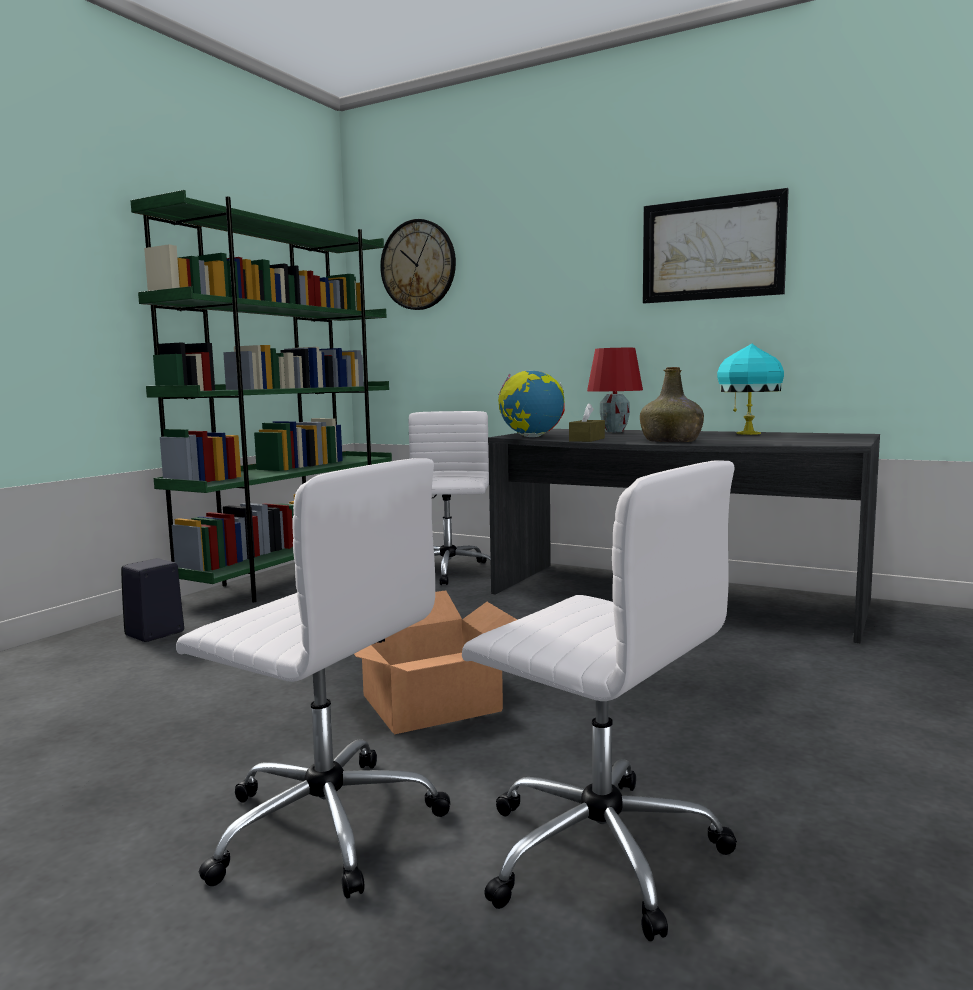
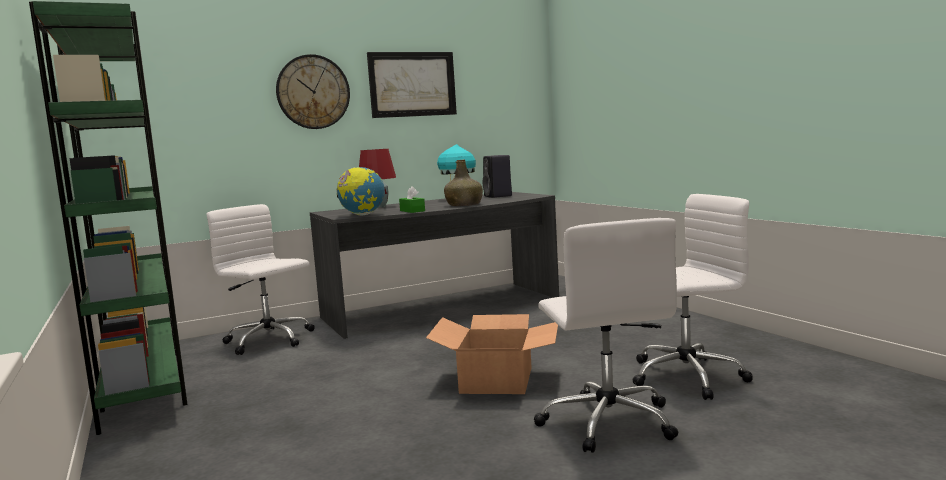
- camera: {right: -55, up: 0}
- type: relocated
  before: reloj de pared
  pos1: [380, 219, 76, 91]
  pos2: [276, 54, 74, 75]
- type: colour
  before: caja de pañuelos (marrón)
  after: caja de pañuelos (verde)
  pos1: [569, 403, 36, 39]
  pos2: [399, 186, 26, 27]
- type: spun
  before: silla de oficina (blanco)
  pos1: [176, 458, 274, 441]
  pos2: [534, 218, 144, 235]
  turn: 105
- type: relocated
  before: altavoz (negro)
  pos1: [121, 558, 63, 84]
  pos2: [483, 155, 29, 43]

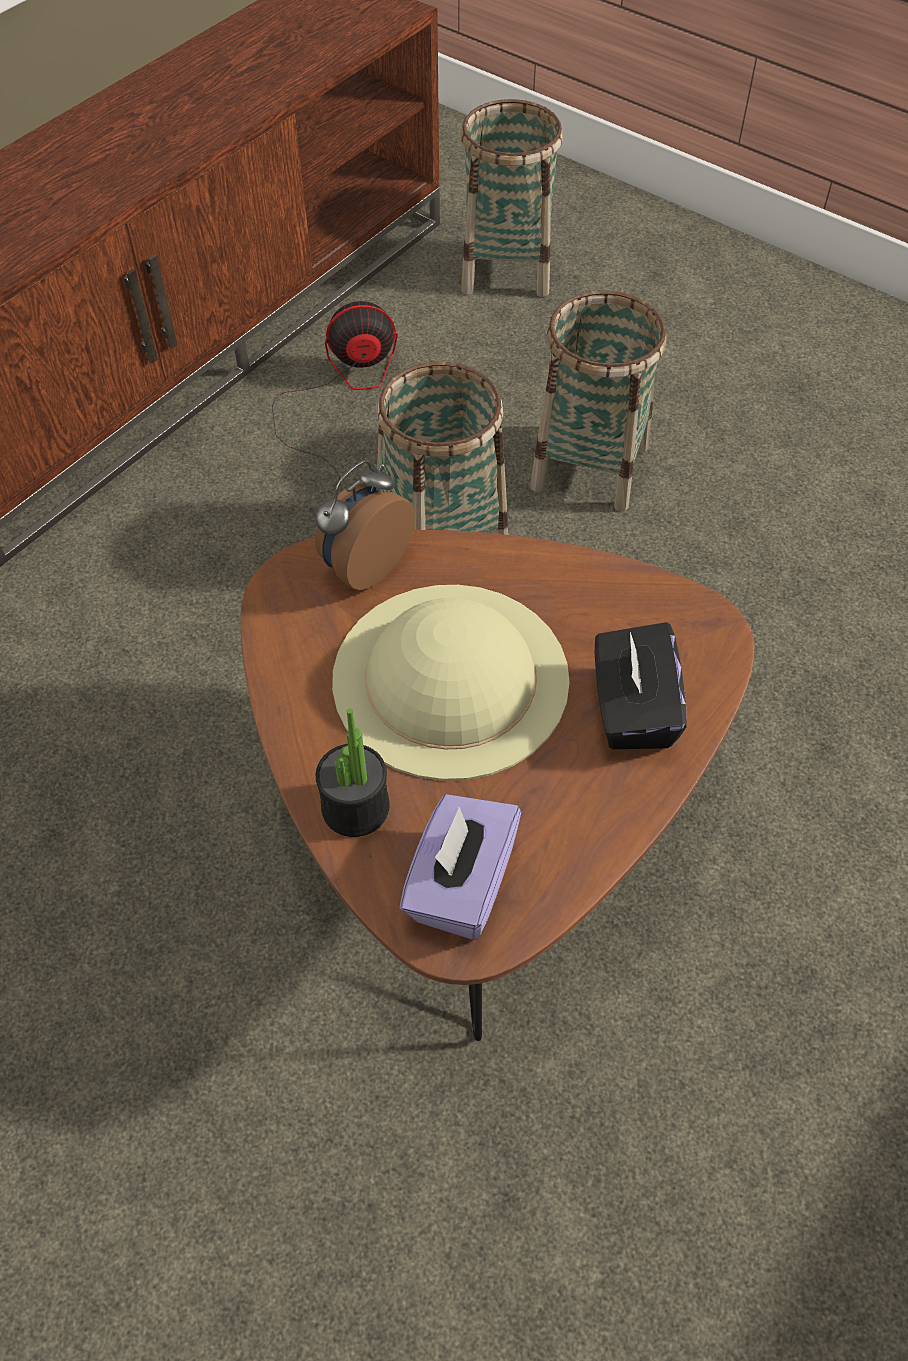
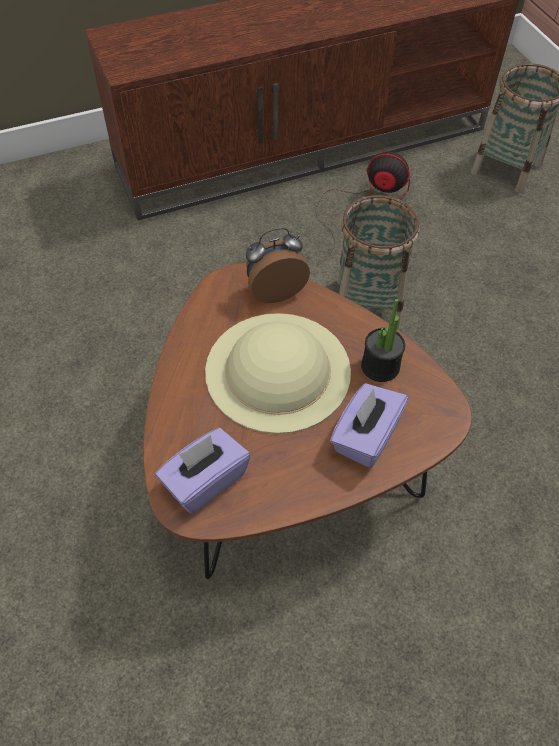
- camera: {right: 30, up: 0}
- type: missing
  before: cesta
  pos1: [530, 290, 137, 222]
- type: colour
  before: caja de pañuelos (negro)
  after: caja de pañuelos (morado)
  pos1: [595, 622, 92, 127]
  pos2: [330, 383, 78, 85]
- type: relocated
  before: planta en maceta
  pos1: [316, 708, 74, 129]
  pos2: [361, 299, 44, 83]

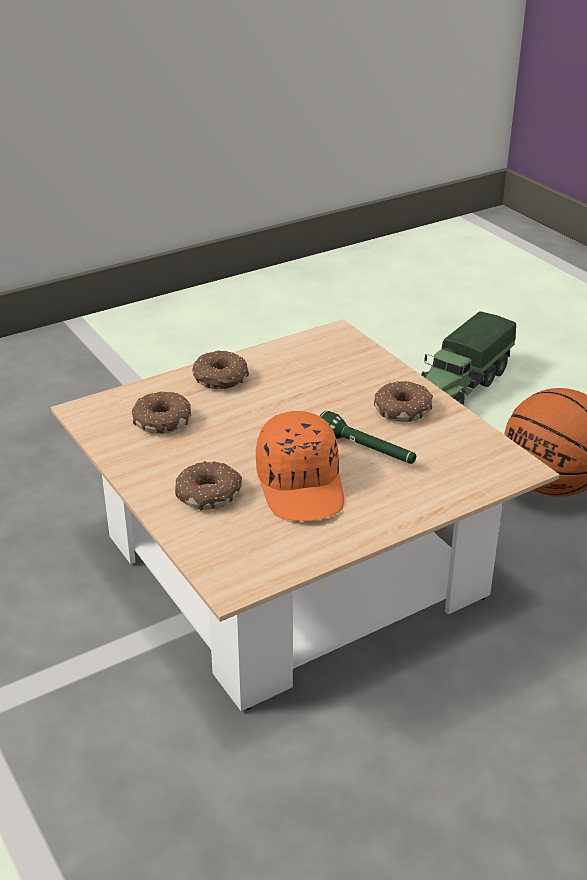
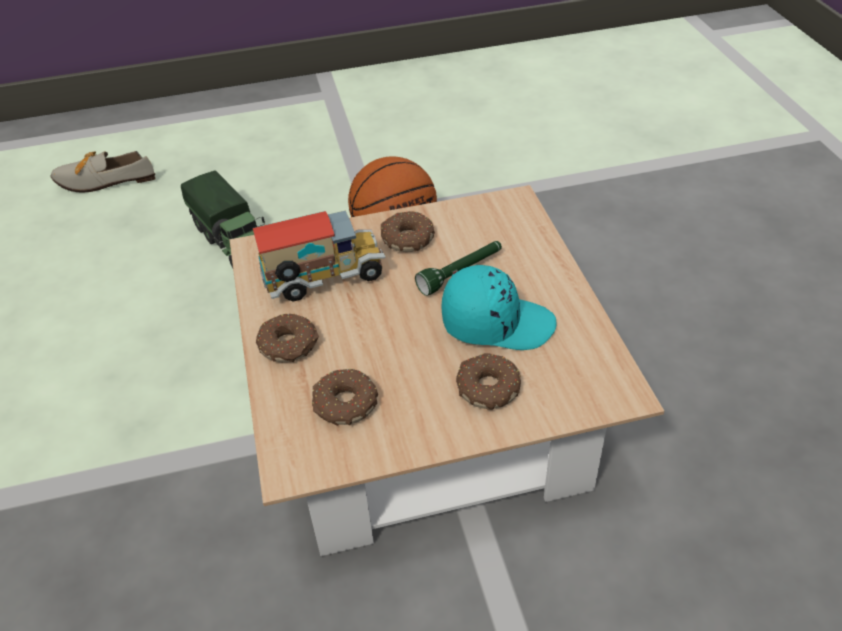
- camera: {right: -70, up: 10}
- type: colour
  before: gorra (naranja)
  after: gorra (turquesa)
  pos1: [256, 411, 88, 110]
  pos2: [441, 265, 116, 85]
- type: appeared
  after: zapato
  pos2: [50, 151, 106, 42]
- type: appeared
  after: camión de juguete
  pos2: [253, 210, 133, 91]

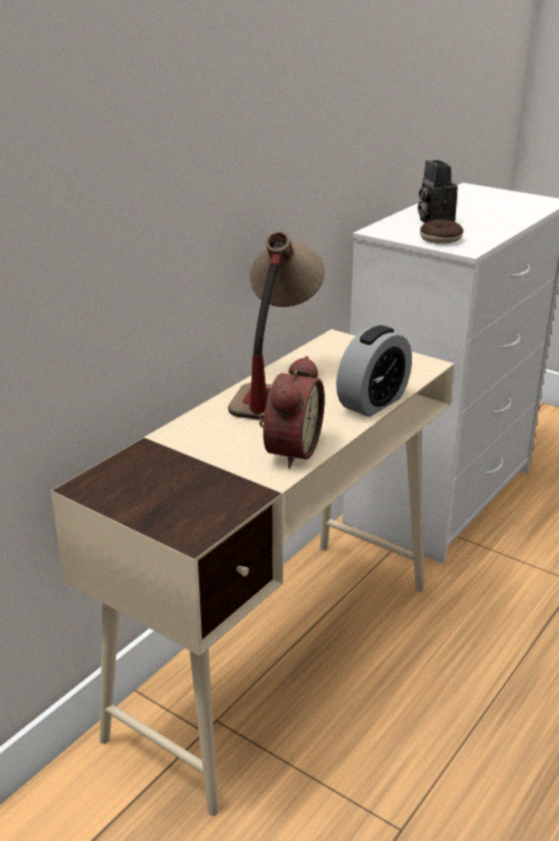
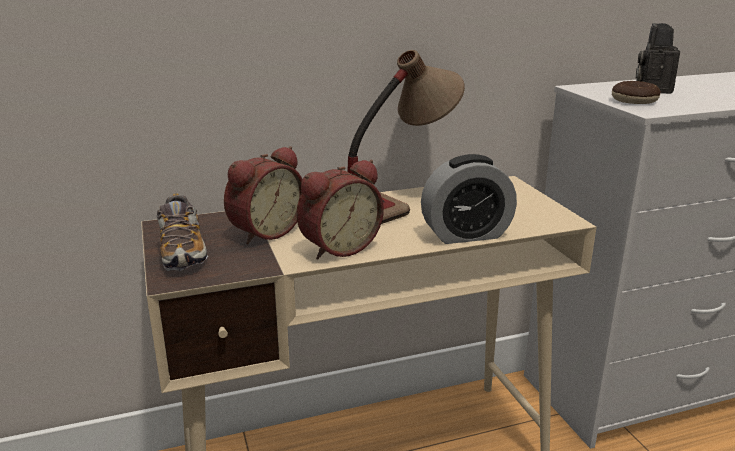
- camera: {right: 35, up: -5}
- type: appeared
  after: despertador
  pos2: [224, 146, 78, 98]
- type: appeared
  after: zapato
  pos2: [157, 194, 51, 77]

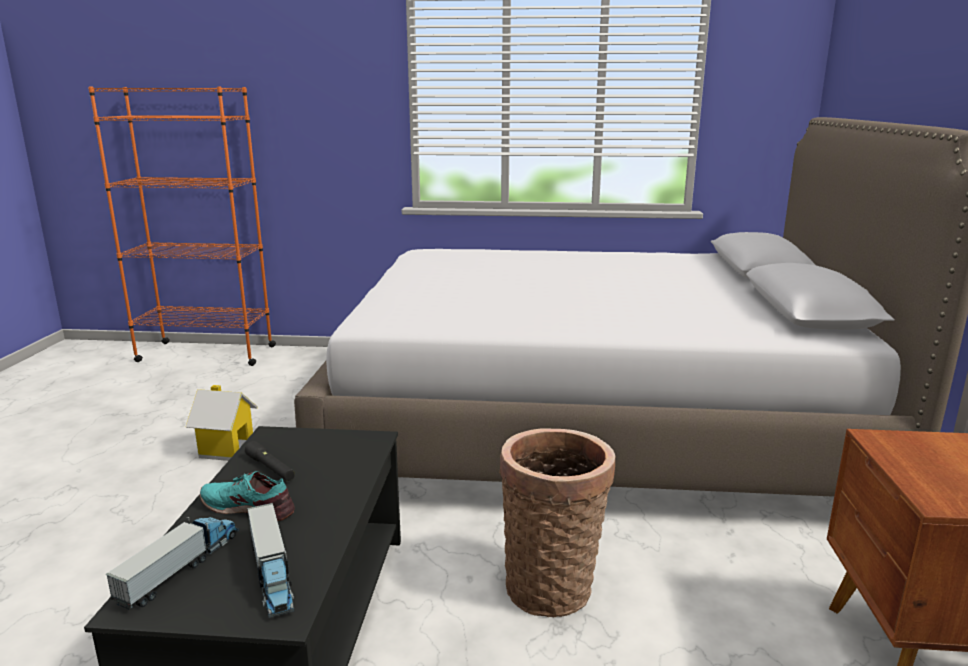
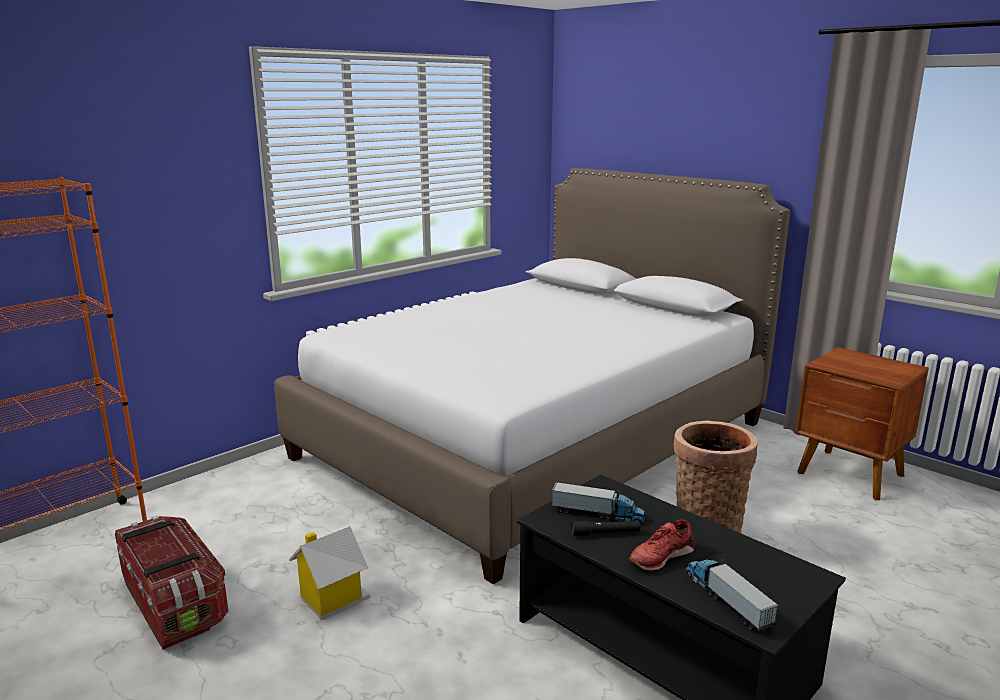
- camera: {right: -50, up: 0}
- type: colour
  before: zapato (turquesa)
  after: zapato (rojo)
  pos1: [200, 471, 95, 50]
  pos2: [629, 519, 66, 52]
- type: relocated
  before: camión de juguete
  pos1: [247, 503, 48, 115]
  pos2: [552, 482, 94, 41]
- type: appeared
  after: caja de almacenaje
  pos2: [115, 516, 114, 134]

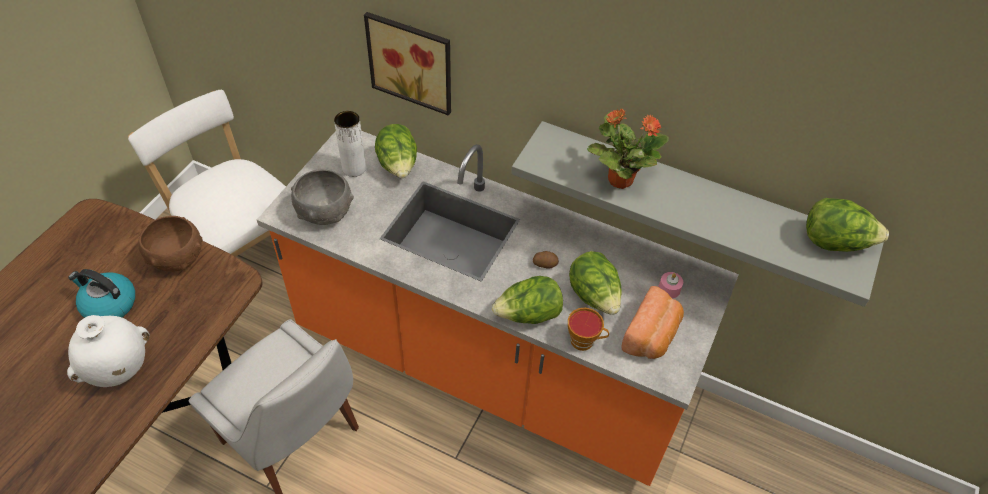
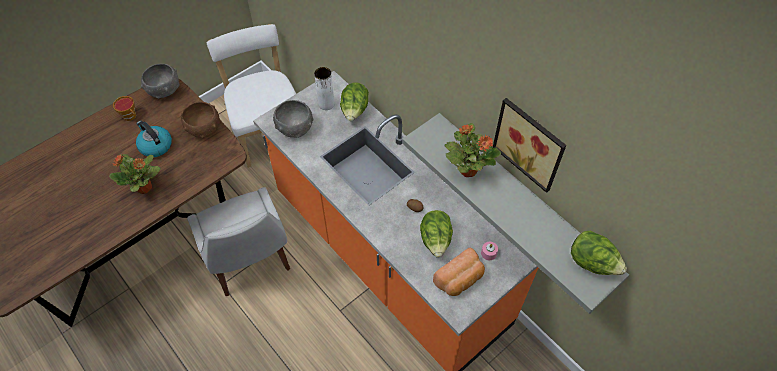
- camera: {right: 25, up: 5}
- type: relocated
  before: cuadro
  pos1: [364, 12, 87, 104]
  pos2: [493, 98, 73, 95]
- type: missing
  before: lechuga
  pos1: [492, 276, 71, 48]
- type: relocated
  before: taza
  pos1: [568, 308, 41, 43]
  pos2: [113, 96, 23, 25]
- type: exchanged
  before: florero (blanco)
  after: planta en maceta
  pos1: [67, 315, 83, 72]
  pos2: [109, 154, 52, 40]
- type: appeared
  after: cuenco (gris)
  pos2: [141, 64, 39, 35]

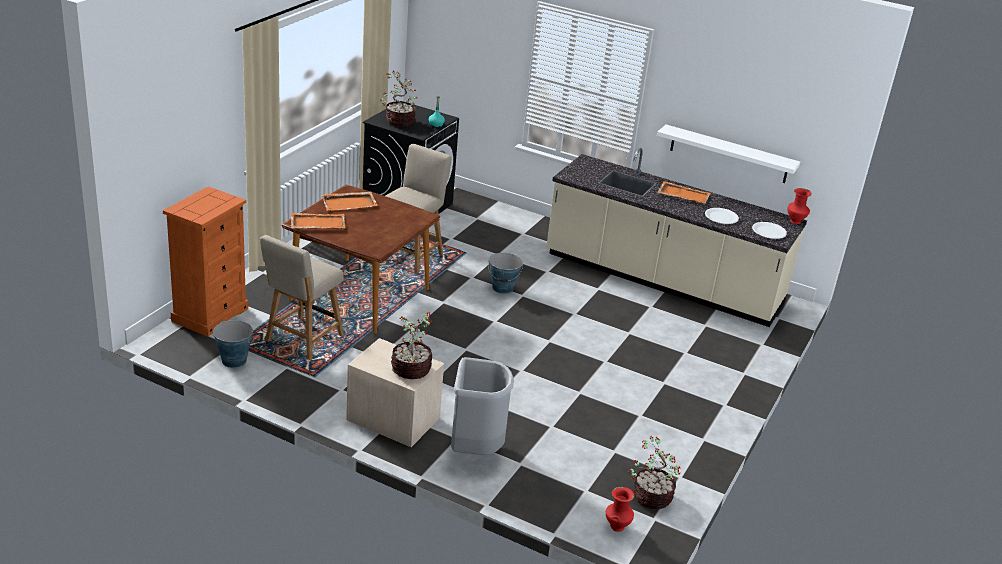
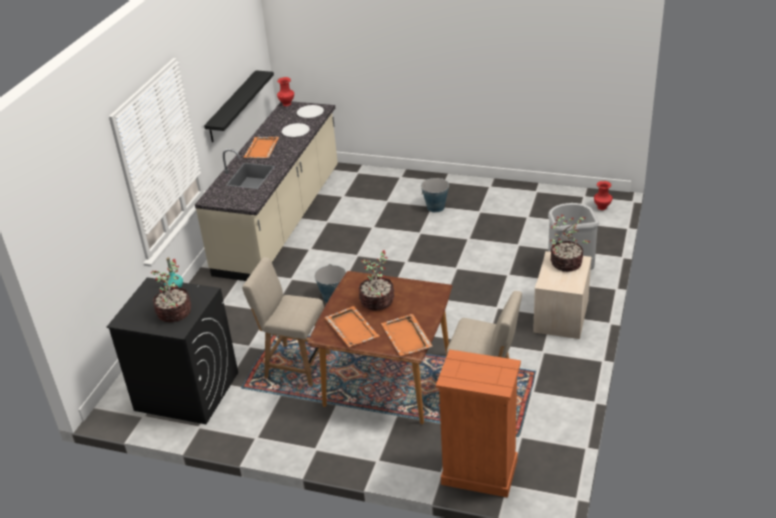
- camera: {right: -95, up: 5}
- type: colour
  before: estante (blanco)
  after: estante (negro)
  pos1: [657, 124, 143, 59]
  pos2: [204, 70, 70, 72]
- type: relocated
  before: cubo
  pos1: [213, 320, 40, 48]
  pos2: [421, 178, 28, 35]
- type: relocated
  before: planta en maceta
  pos1: [628, 436, 53, 73]
  pos2: [359, 250, 35, 61]

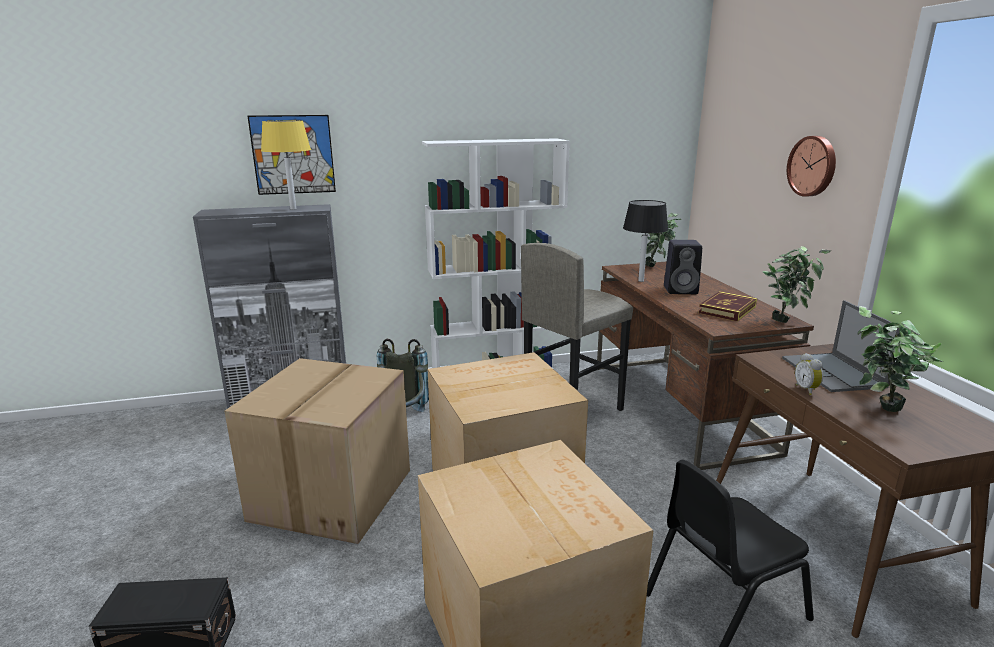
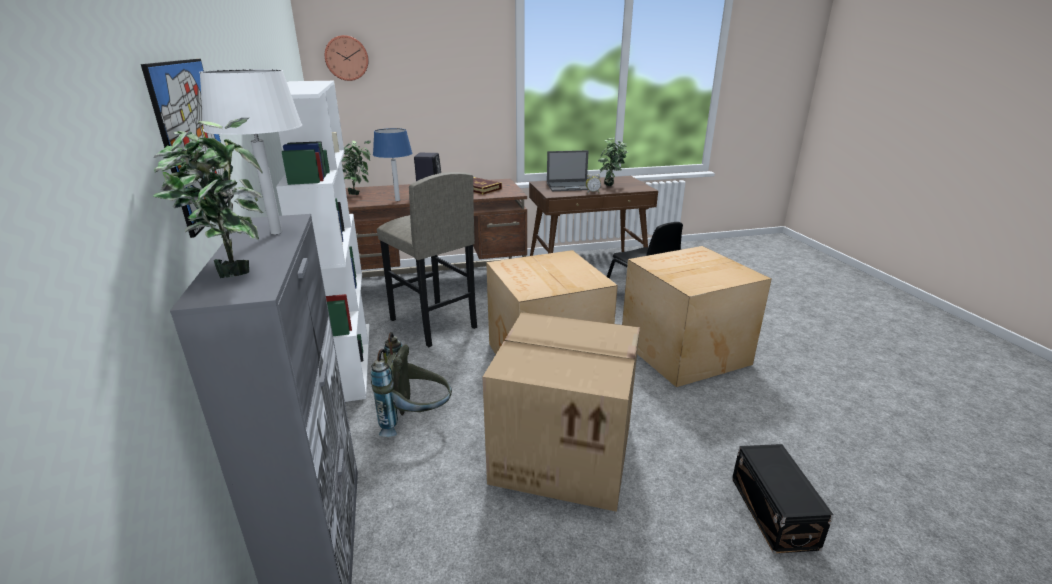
- camera: {right: -90, up: 5}
- type: colour
  before: lámpara de mesa (amarillo)
  after: lámpara de mesa (blanco)
  pos1: [261, 120, 50, 90]
  pos2: [199, 69, 103, 166]
- type: relocated
  before: reloj de pared
  pos1: [787, 136, 49, 61]
  pos2: [325, 35, 44, 46]
- type: colour
  before: lámpara de mesa (negro)
  after: lámpara de mesa (azul)
  pos1: [623, 200, 45, 82]
  pos2: [373, 128, 39, 73]
- type: relocated
  before: planta en maceta
  pos1: [763, 246, 68, 77]
  pos2: [153, 118, 110, 160]

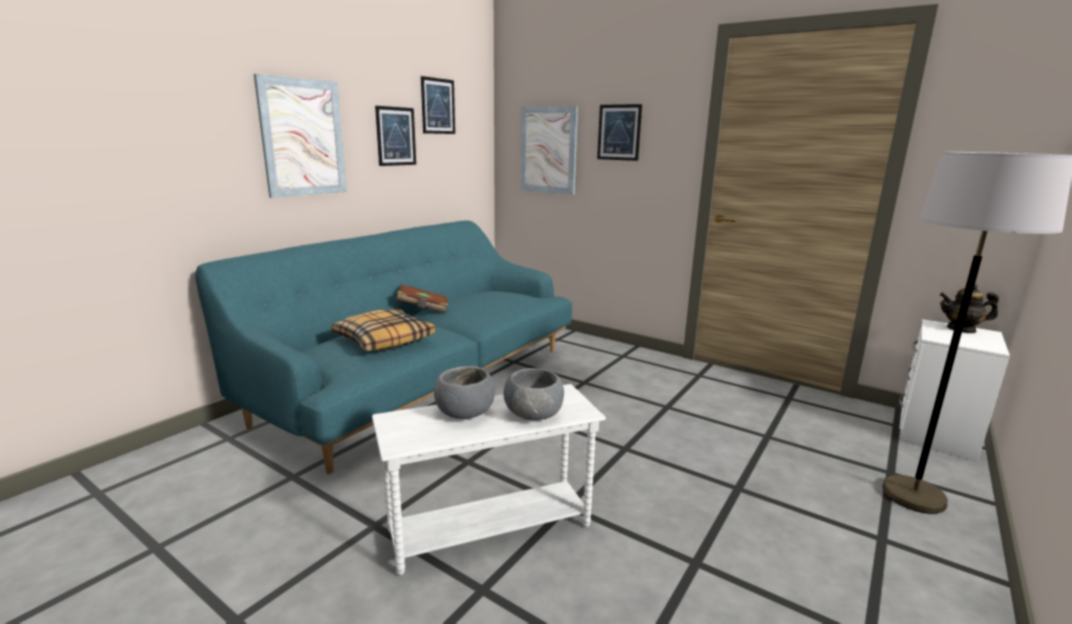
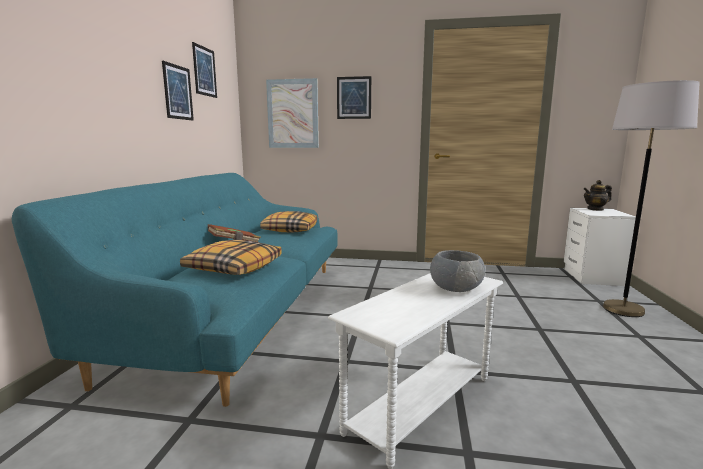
- camera: {right: -25, up: -5}
- type: missing
  before: cuadro
  pos1: [254, 74, 93, 124]
- type: missing
  before: cuenco (gris)
  pos1: [434, 366, 61, 53]
- type: appeared
  after: cojín
  pos2: [260, 211, 57, 22]

